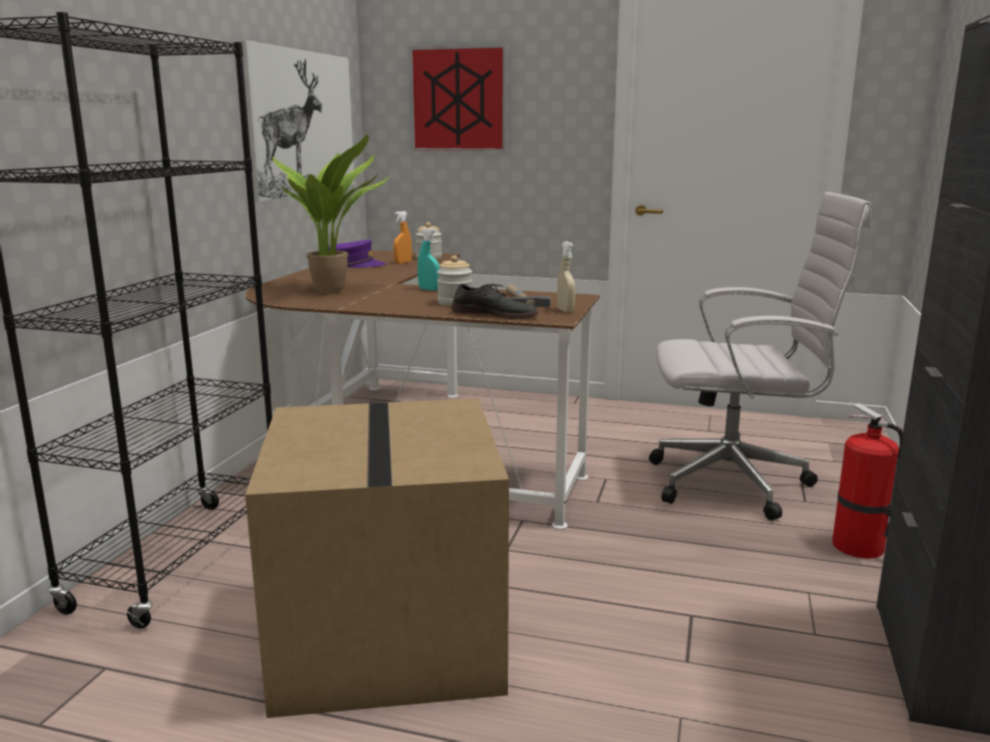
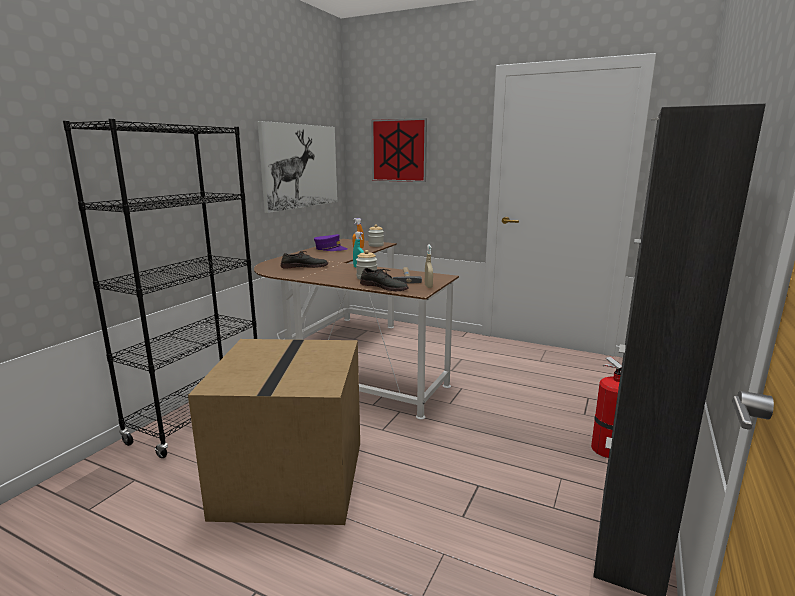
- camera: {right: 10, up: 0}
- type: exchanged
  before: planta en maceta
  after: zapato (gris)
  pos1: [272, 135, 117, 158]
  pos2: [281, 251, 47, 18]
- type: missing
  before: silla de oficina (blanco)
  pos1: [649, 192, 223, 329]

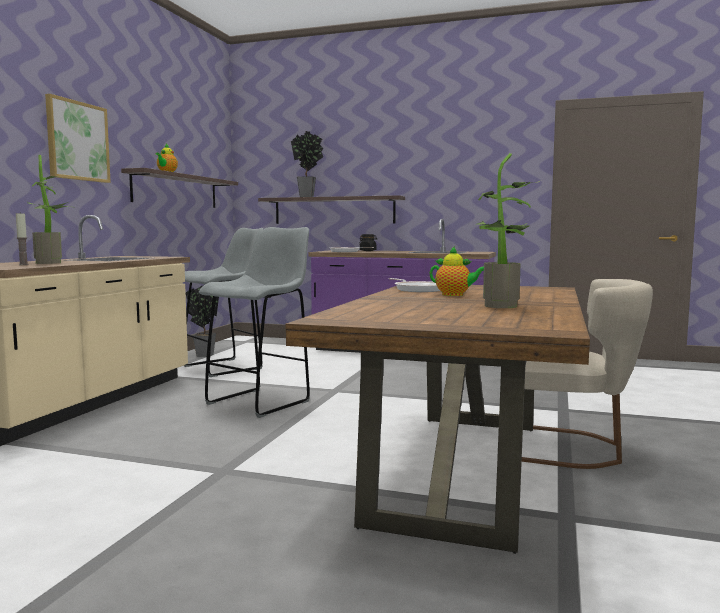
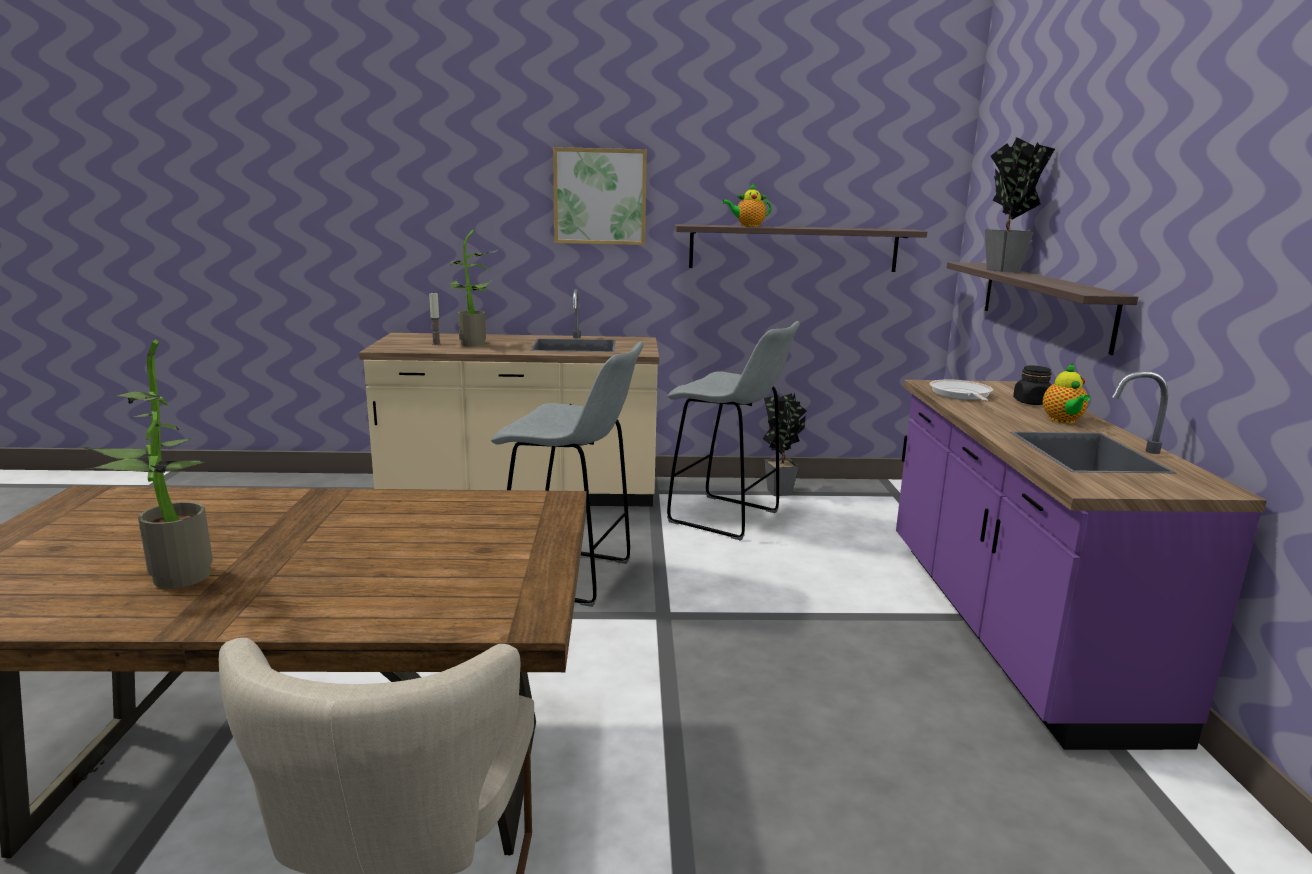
- camera: {right: 70, up: 10}
- type: relocated
  before: tetera
  pos1: [430, 246, 54, 50]
  pos2: [1043, 363, 47, 60]
- type: missing
  before: sartén
  pos1: [389, 278, 51, 14]

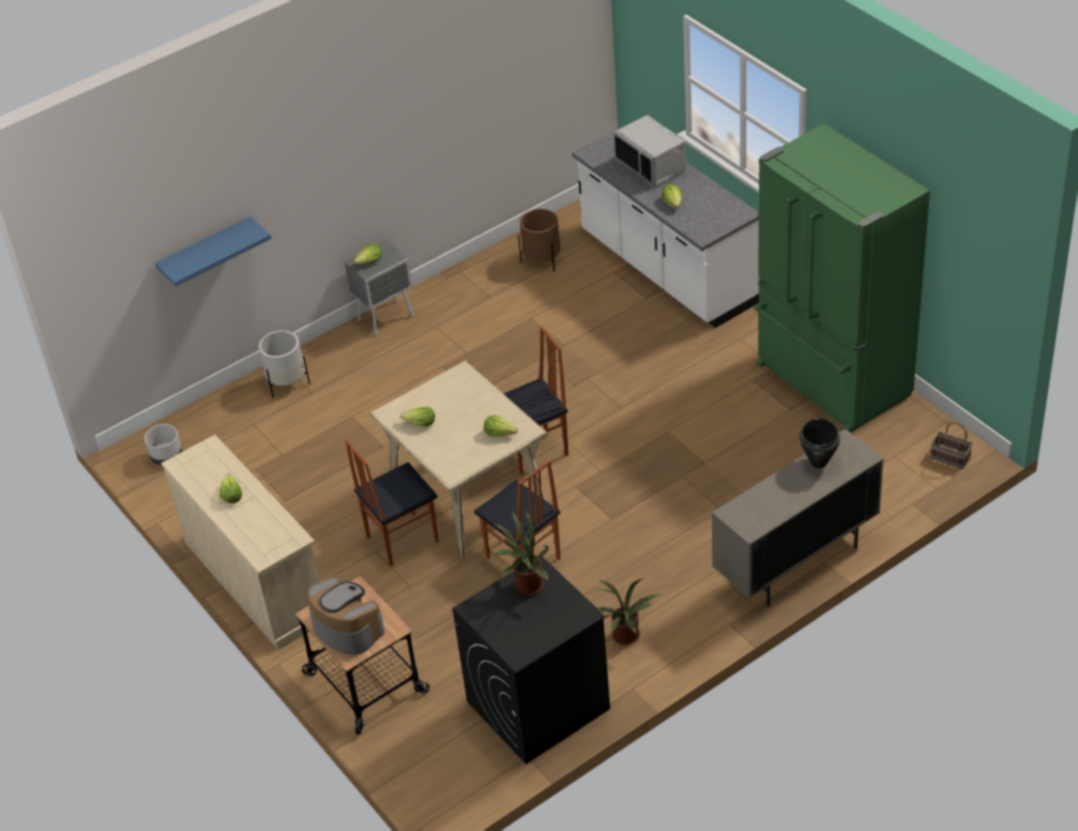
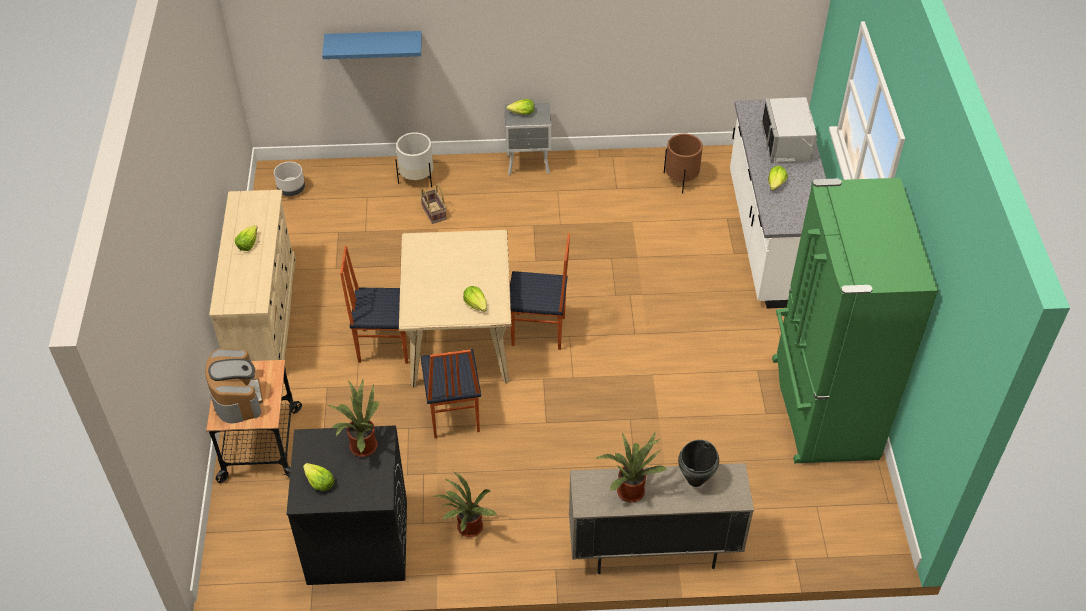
- camera: {right: 30, up: 5}
- type: relocated
  before: lechuga
  pos1: [400, 407, 35, 19]
  pos2: [303, 463, 32, 28]
- type: relocated
  before: cesta
  pos1: [930, 422, 43, 47]
  pos2: [420, 184, 27, 40]
- type: appeared
  after: planta en maceta
  pos2: [595, 431, 72, 72]

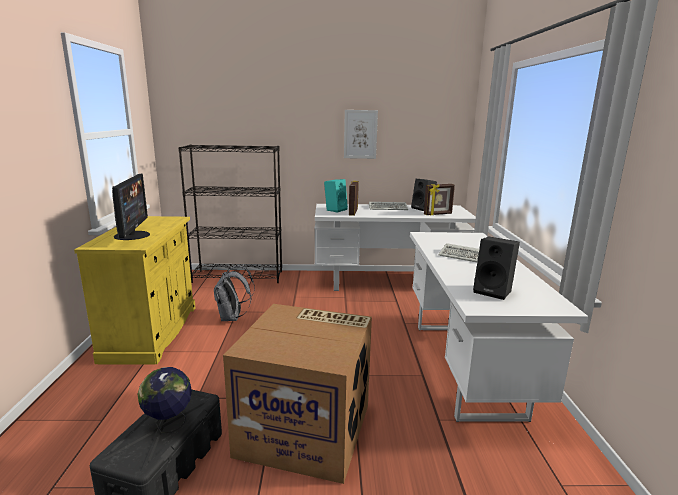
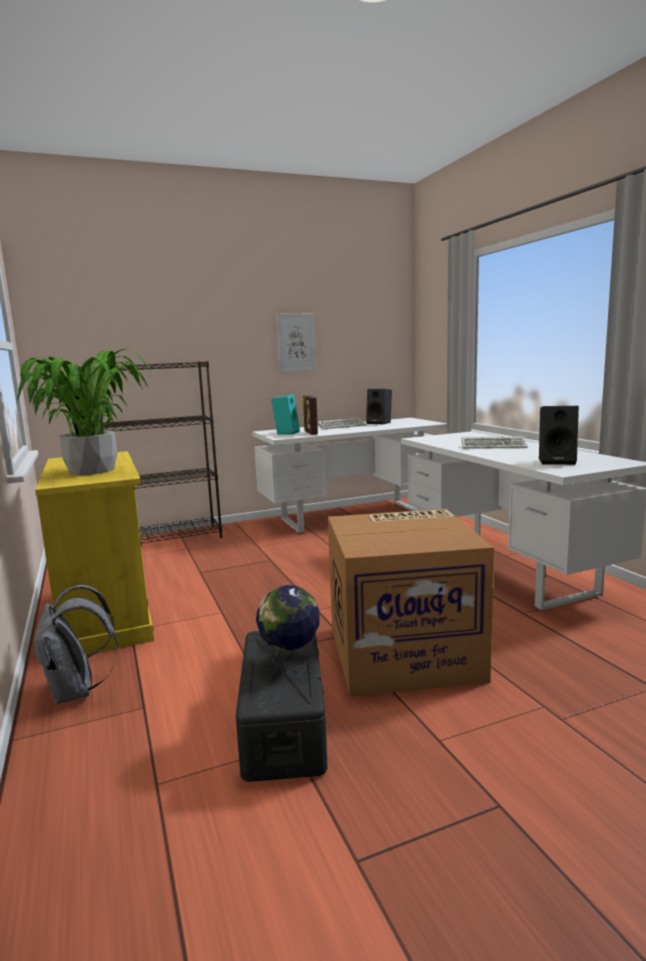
- camera: {right: -20, up: -5}
- type: exchanged
  before: monitor
  after: planta en maceta
  pos1: [112, 174, 38, 66]
  pos2: [17, 349, 135, 126]
- type: missing
  before: portarretratos
  pos1: [424, 184, 31, 31]
- type: relocated
  before: mochila (gris)
  pos1: [214, 265, 41, 56]
  pos2: [34, 585, 84, 119]

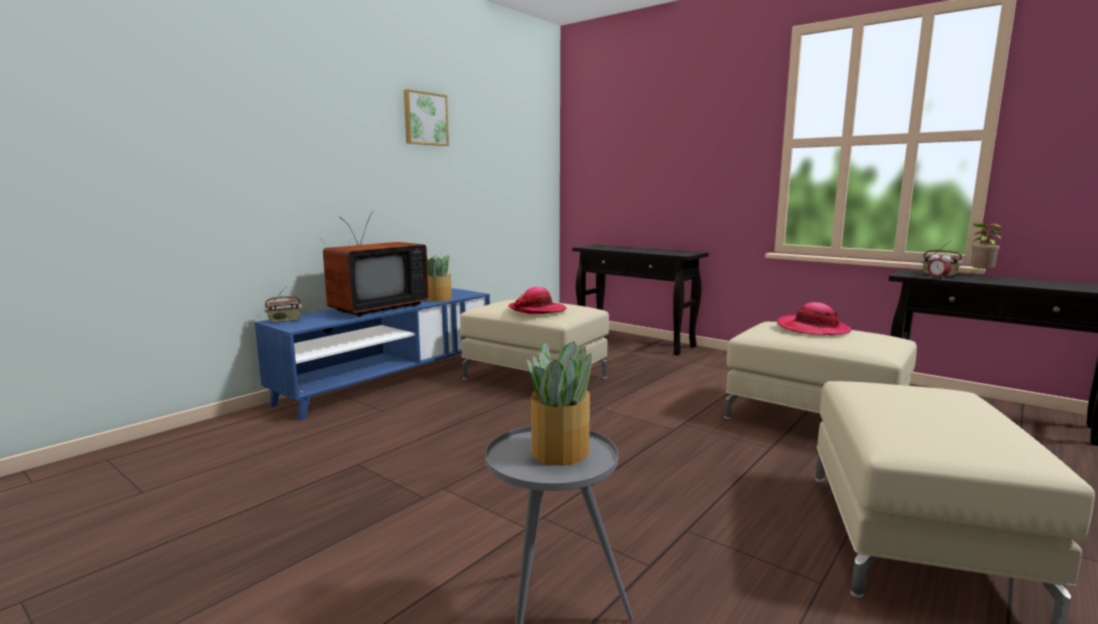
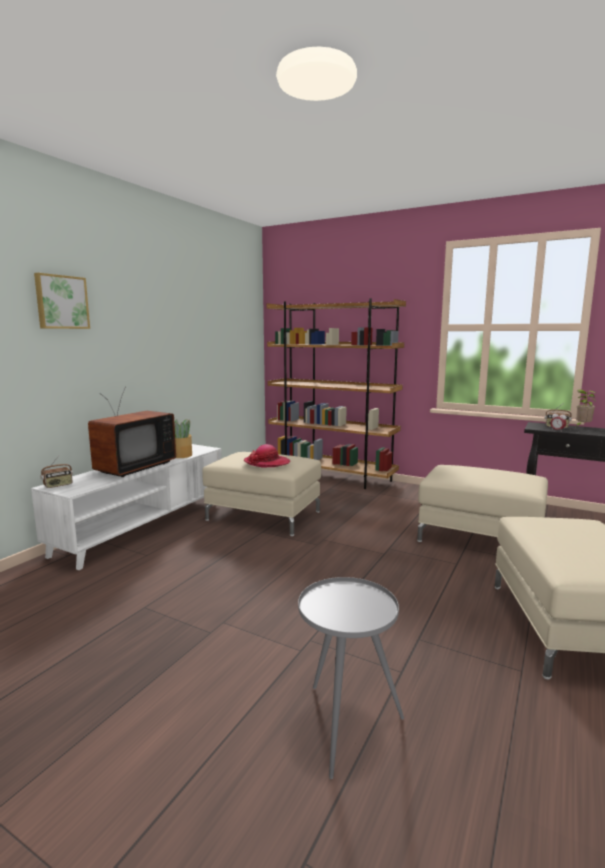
- camera: {right: -10, up: 0}
- type: relocated
  before: cuadro
  pos1: [404, 89, 45, 57]
  pos2: [34, 273, 56, 56]
- type: exchanged
  before: mesa consola (negro)
  after: estantería (marrón)
  pos1: [572, 244, 137, 111]
  pos2: [267, 298, 139, 191]
- type: colour
  before: mueble de televisión (azul)
  after: mueble de televisión (blanco)
  pos1: [255, 288, 235, 133]
  pos2: [31, 444, 191, 126]
- type: missing
  before: sombrero
  pos1: [777, 302, 75, 33]
- type: missing
  before: planta en maceta
  pos1: [526, 341, 66, 125]

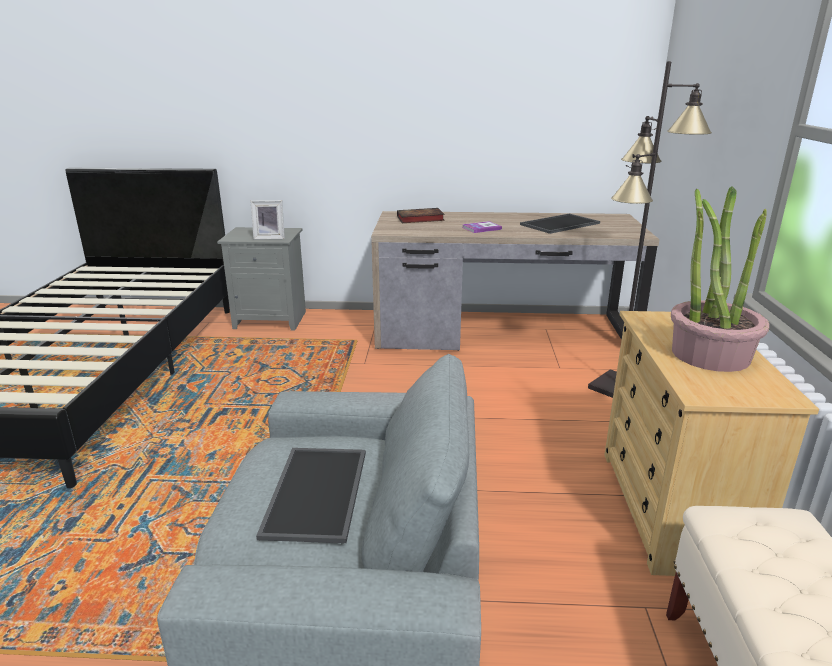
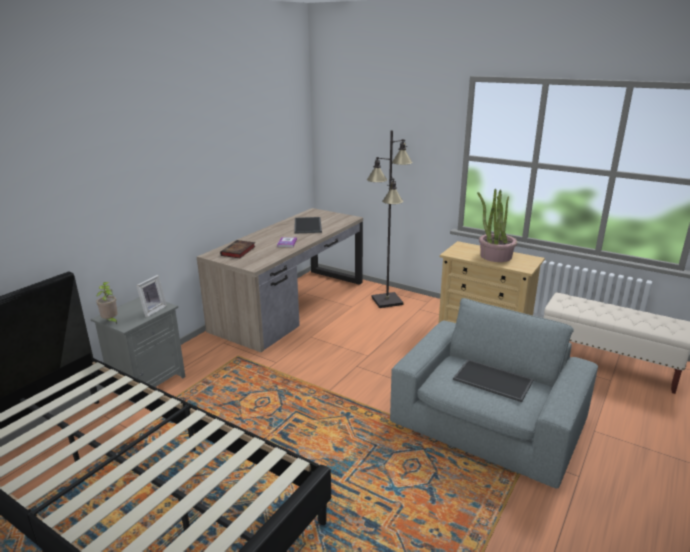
- camera: {right: -60, up: 0}
- type: appeared
  after: planta en maceta
  pos2: [96, 282, 22, 42]

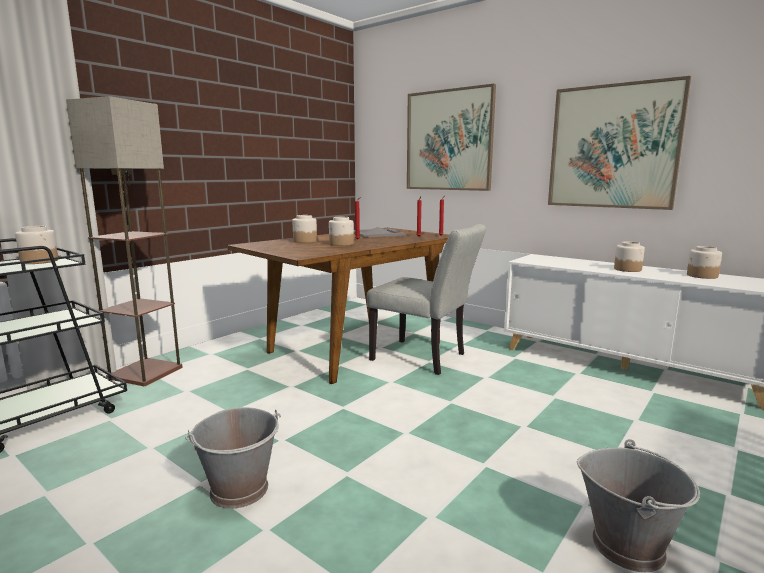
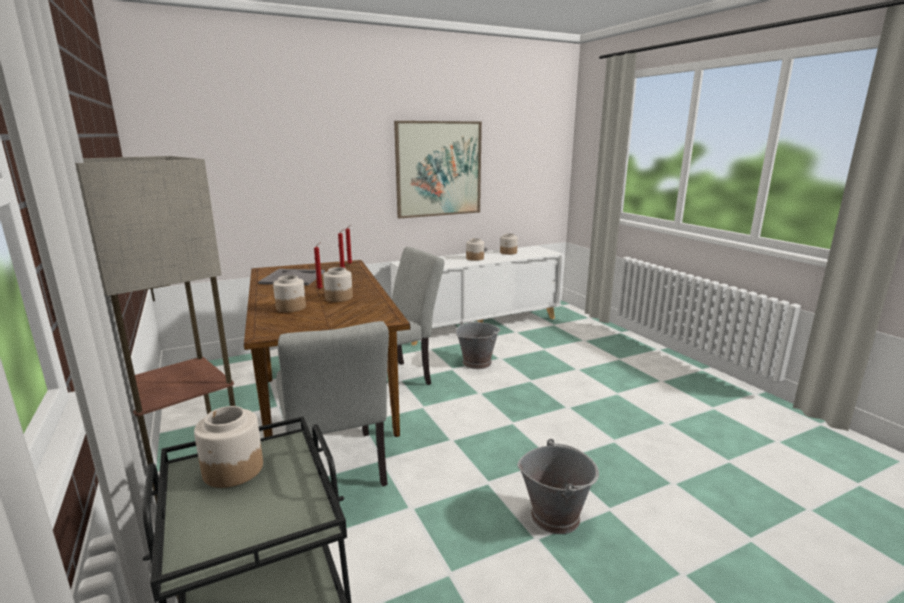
- camera: {right: -65, up: 5}
- type: missing
  before: cuadro
  pos1: [407, 84, 89, 107]
- type: relocated
  before: cubo (gris)
  pos1: [577, 439, 123, 133]
  pos2: [455, 320, 45, 49]
- type: appeared
  after: silla (gris)
  pos2: [276, 321, 113, 166]

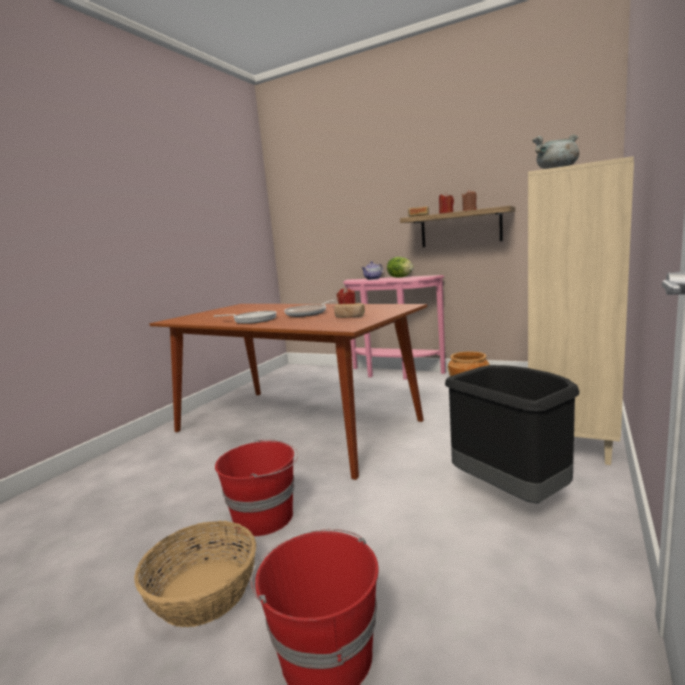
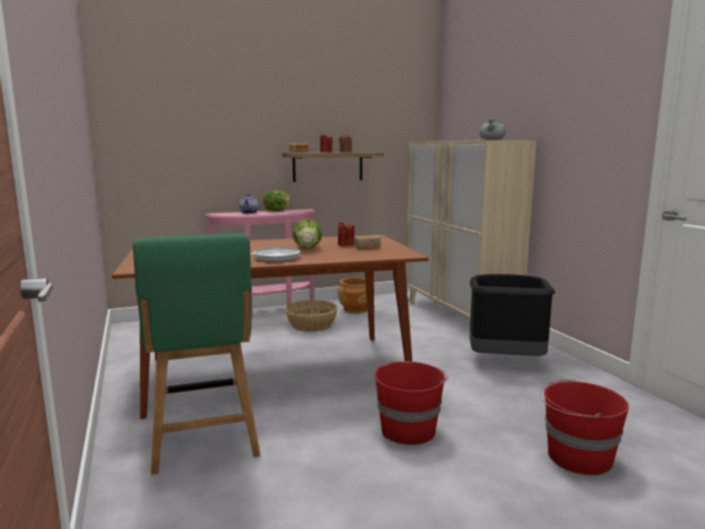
- camera: {right: -50, up: 0}
- type: exchanged
  before: sartén
  after: lechuga
  pos1: [284, 300, 51, 17]
  pos2: [293, 219, 29, 30]
- type: relocated
  before: cesta
  pos1: [134, 521, 122, 106]
  pos2: [285, 300, 53, 32]
- type: appeared
  after: silla (verde)
  pos2: [133, 234, 127, 241]

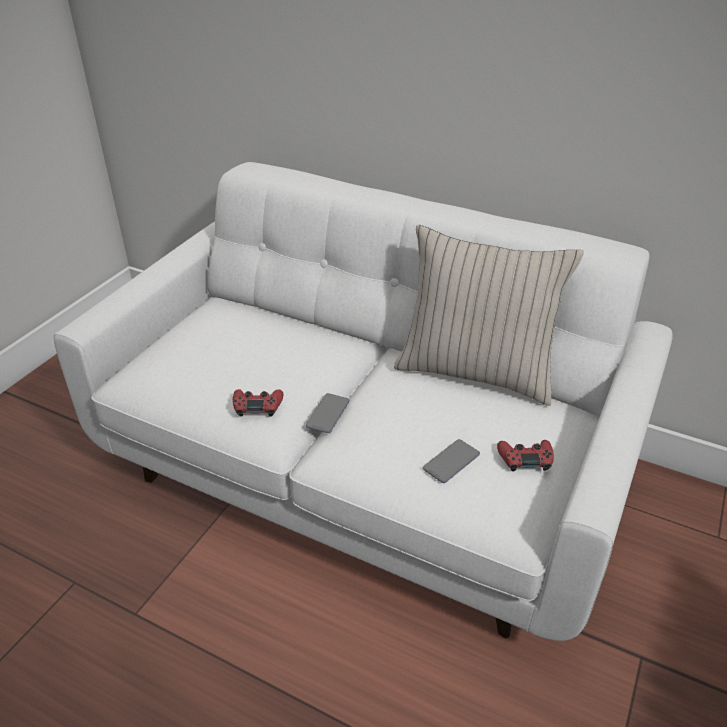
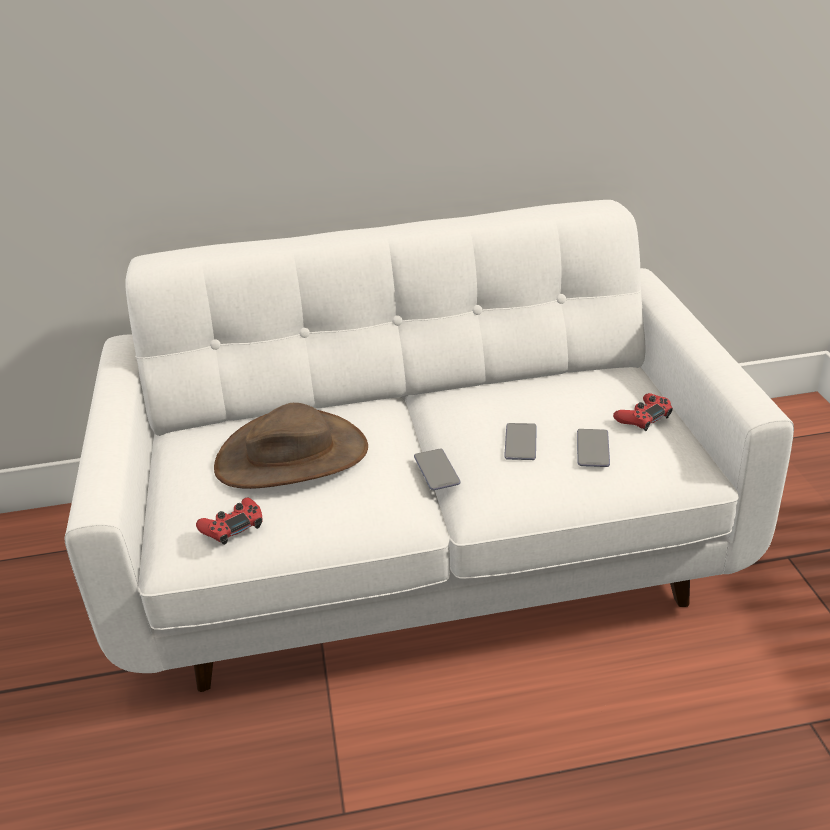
- camera: {right: -35, up: -5}
- type: missing
  before: cojín (beis)
  pos1: [394, 225, 190, 181]
- type: relocated
  before: mando de consola (rojo)
  pos1: [233, 389, 50, 28]
  pos2: [196, 498, 67, 47]
- type: appeared
  after: sombrero (marrón)
  pos2: [214, 403, 154, 86]
- type: appeared
  after: móvil
  pos2: [504, 423, 33, 37]

